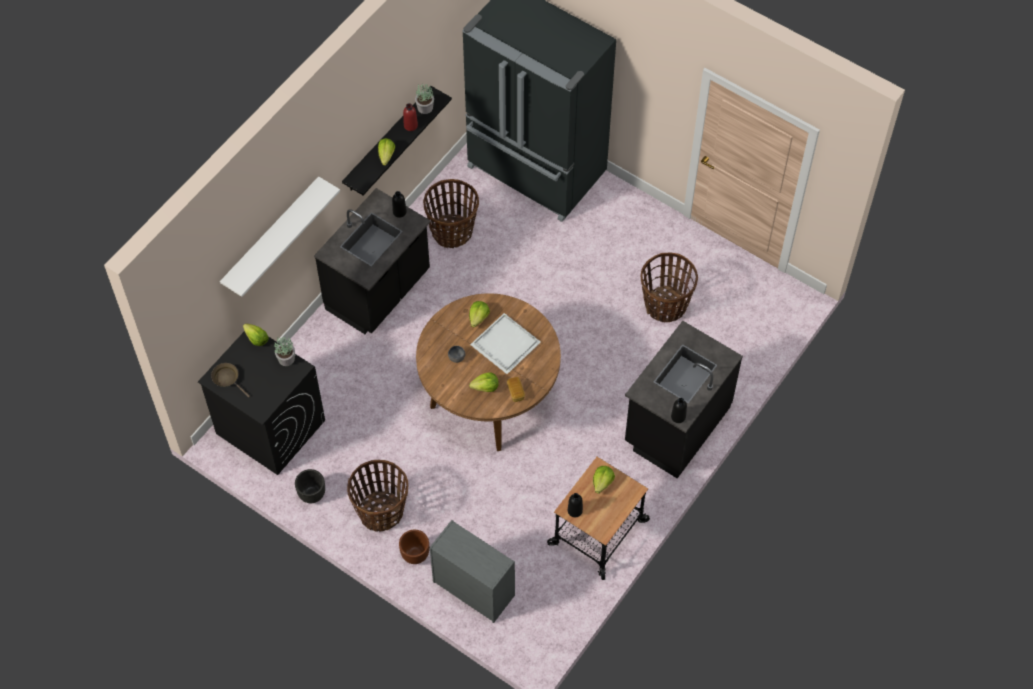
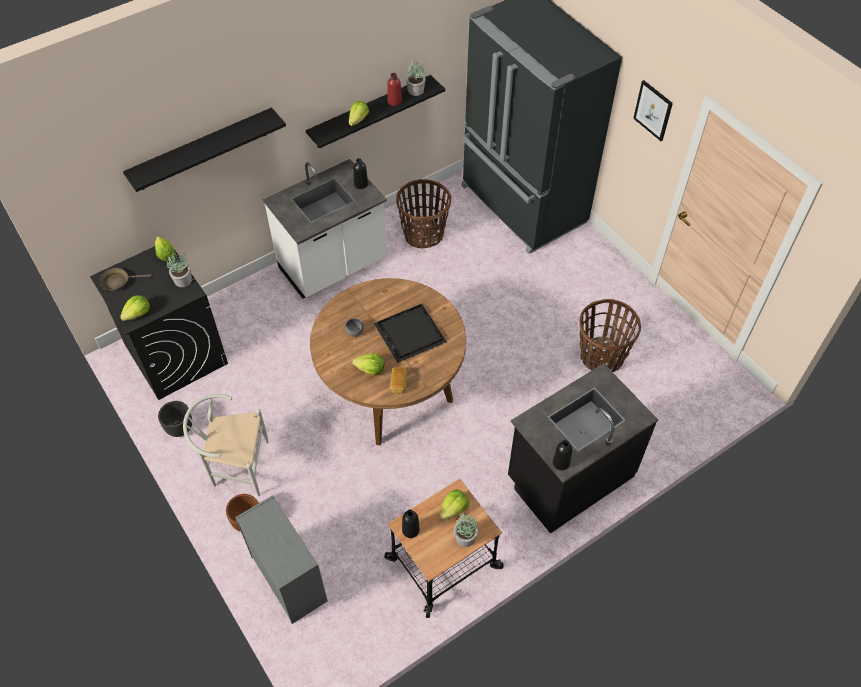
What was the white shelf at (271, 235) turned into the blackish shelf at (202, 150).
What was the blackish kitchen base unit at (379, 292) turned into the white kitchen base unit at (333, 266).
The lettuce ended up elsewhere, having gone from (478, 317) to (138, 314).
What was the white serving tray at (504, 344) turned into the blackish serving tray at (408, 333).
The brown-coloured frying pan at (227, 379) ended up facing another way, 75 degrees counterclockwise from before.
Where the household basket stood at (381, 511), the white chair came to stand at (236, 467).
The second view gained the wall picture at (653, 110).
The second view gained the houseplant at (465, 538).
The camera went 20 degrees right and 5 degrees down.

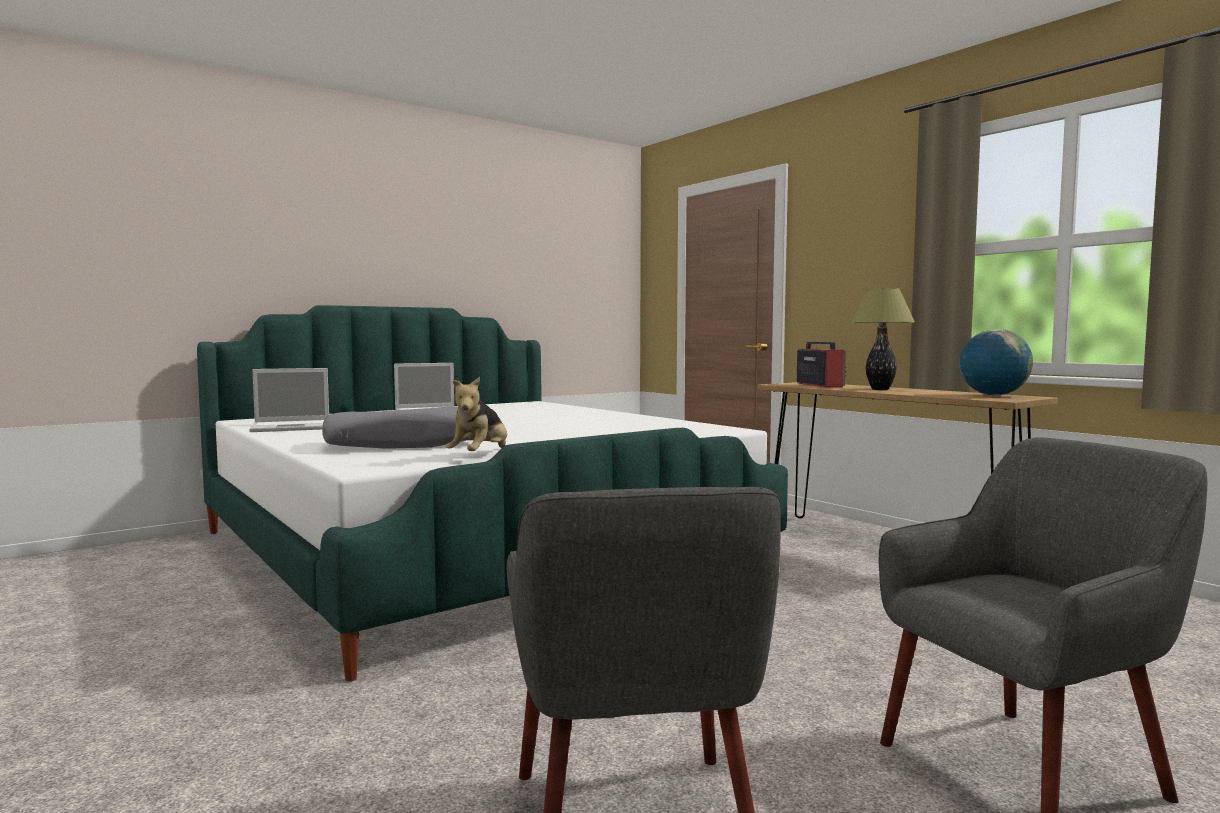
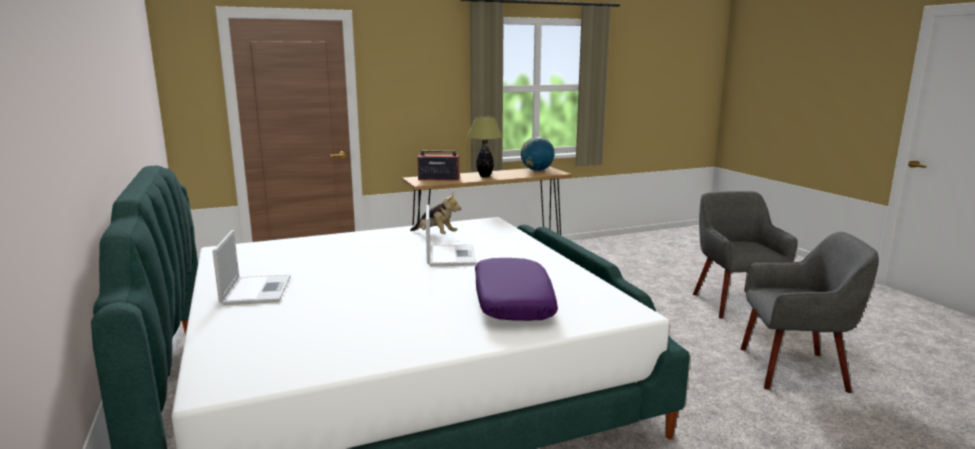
The laptop ended up elsewhere, having gone from (293, 427) to (450, 256).
The plush toy ended up elsewhere, having gone from (480, 456) to (435, 235).
What was the gray cushion at (404, 444) turned into the purple-coloured cushion at (512, 301).
The camera went 75 degrees left and 10 degrees up.

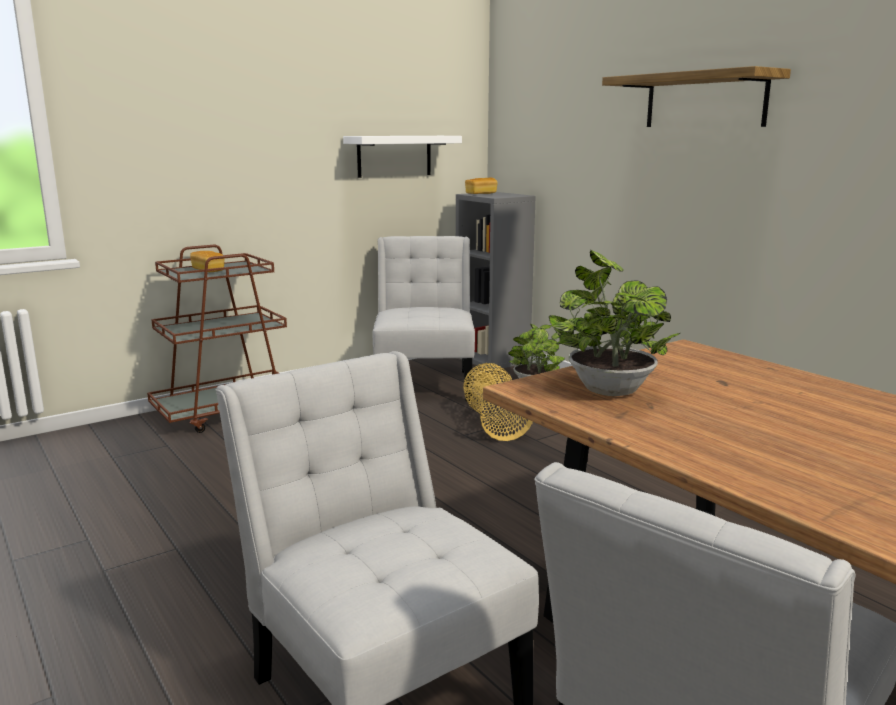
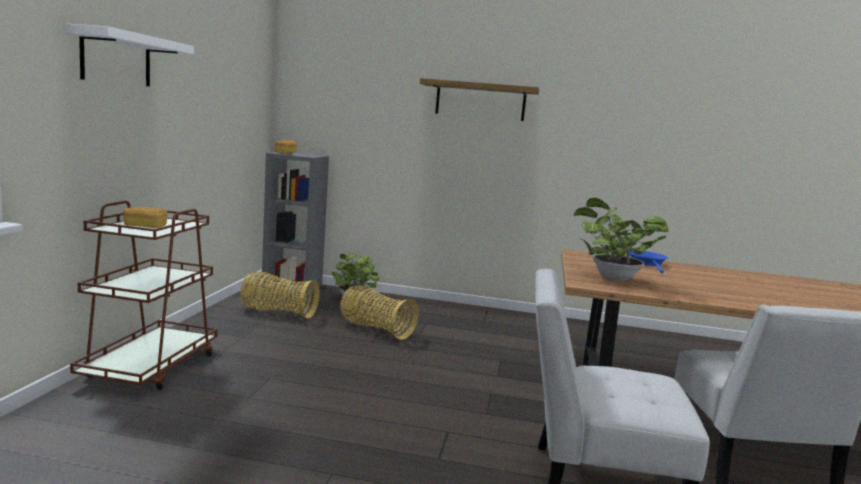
The white shelf ended up elsewhere, having gone from (394, 156) to (116, 59).
Where the white chair stood at (425, 383), the household basket came to stand at (278, 312).
The second view gained the blue frying pan at (648, 263).
The camera went 45 degrees left and 5 degrees down.

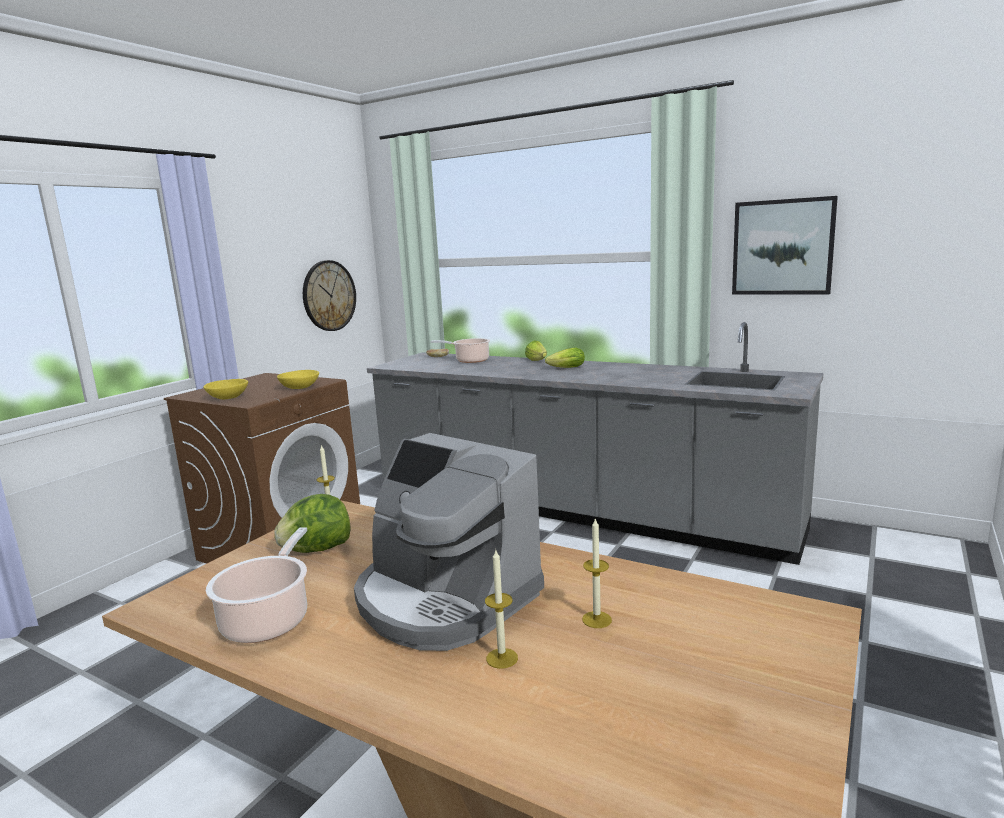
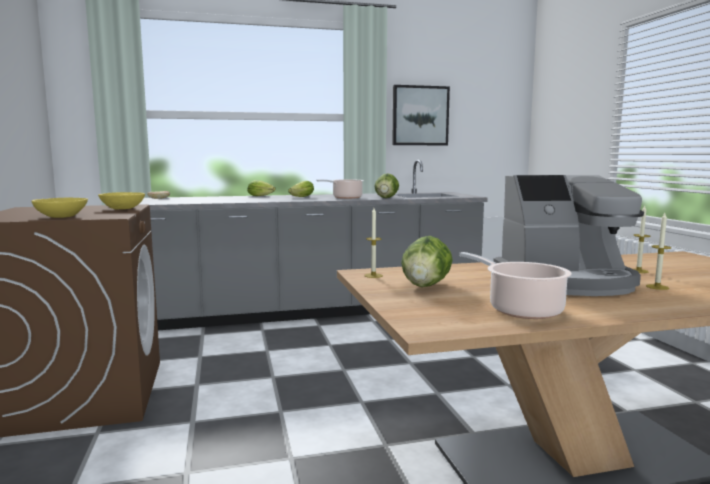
The second view lost the hanging clock at (329, 296).
The cooking pot ended up elsewhere, having gone from (470, 360) to (345, 198).
The second view gained the lettuce at (386, 198).
The camera went 45 degrees left and 5 degrees down.

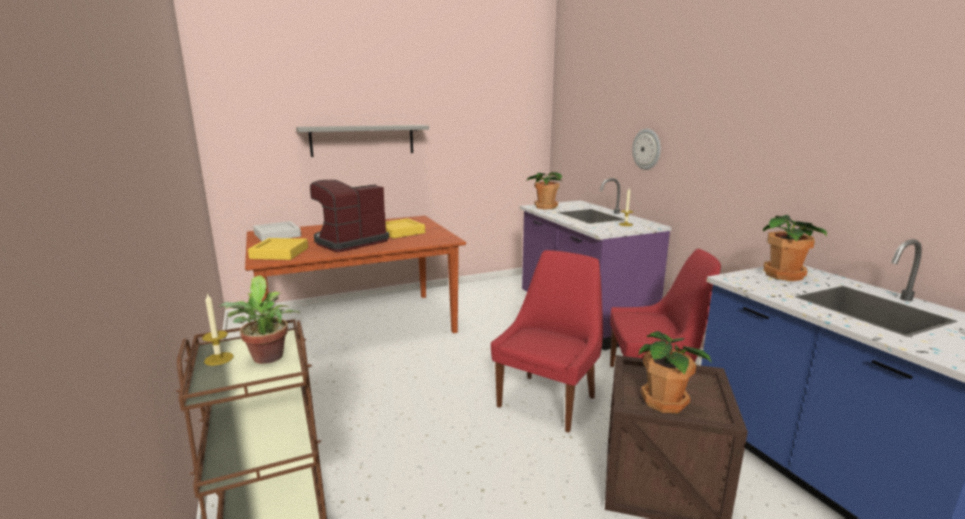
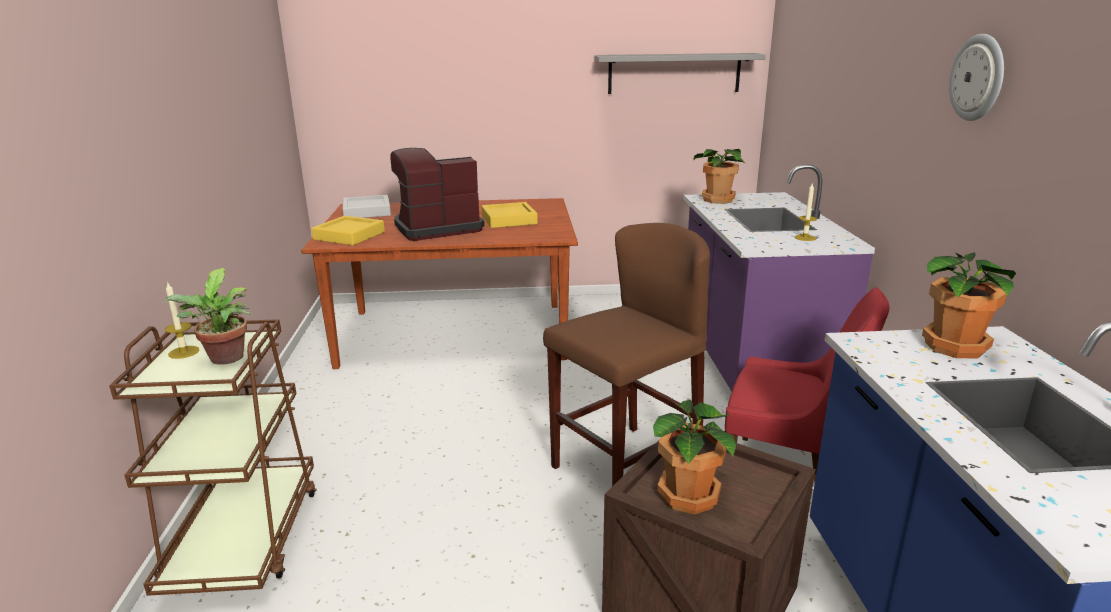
The gray shelf ended up elsewhere, having gone from (362, 140) to (674, 73).
The hanging clock ended up elsewhere, having gone from (647, 149) to (978, 77).
Where the red-coloured chair stood at (548, 400), the brown-coloured stool came to stand at (625, 468).
The camera went 20 degrees right and 5 degrees up.

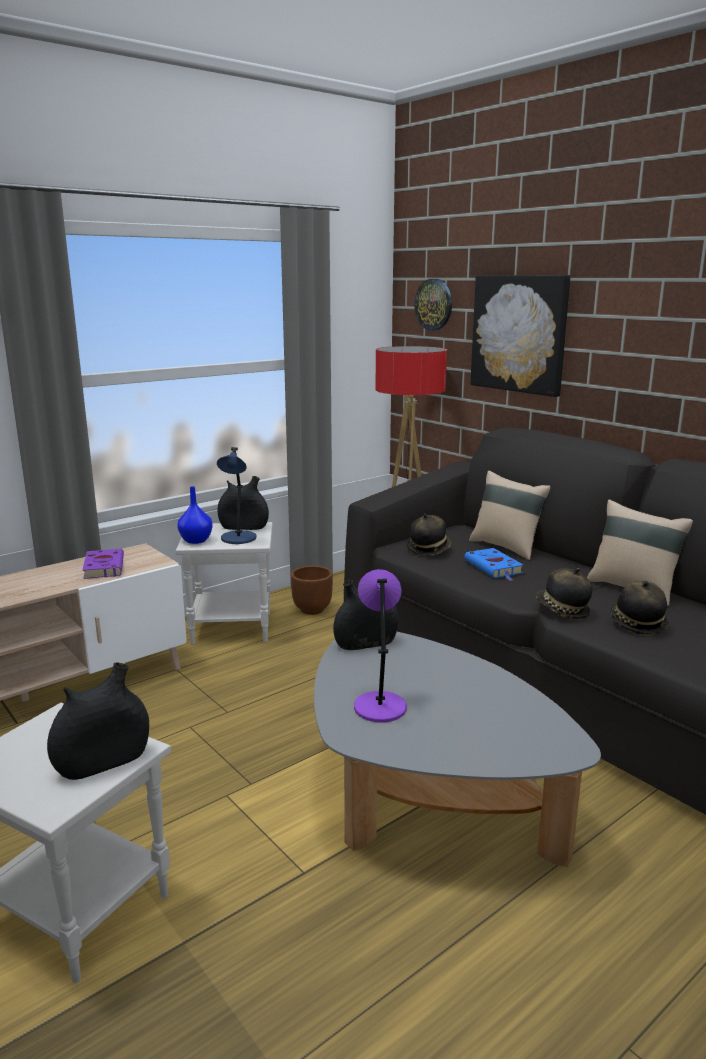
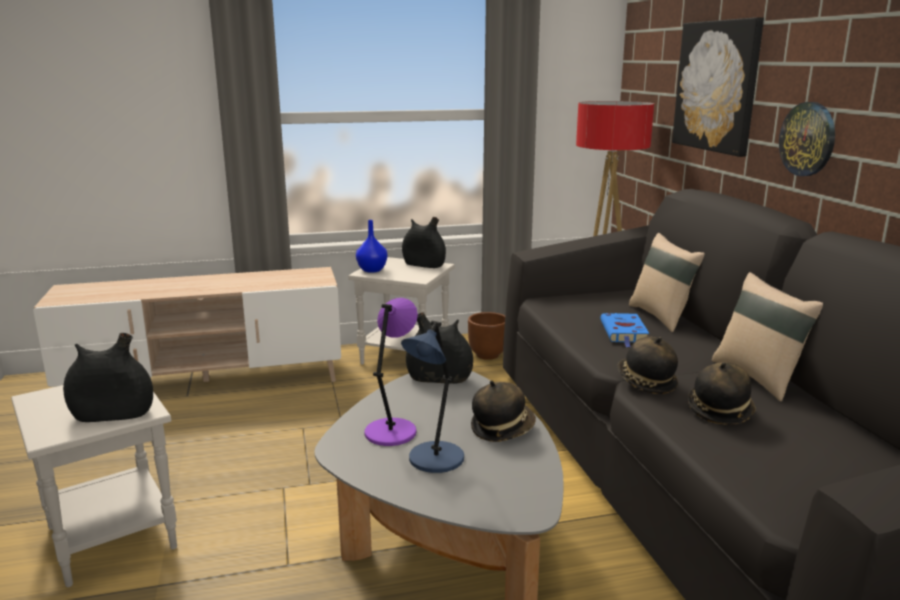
The hanging clock ended up elsewhere, having gone from (434, 304) to (808, 139).
The blue lamp for a table ended up elsewhere, having gone from (238, 539) to (435, 460).
The wearable hat ended up elsewhere, having gone from (428, 549) to (502, 428).
The second view lost the purple-coloured book at (104, 567).
The camera went 25 degrees right and 0 degrees up.

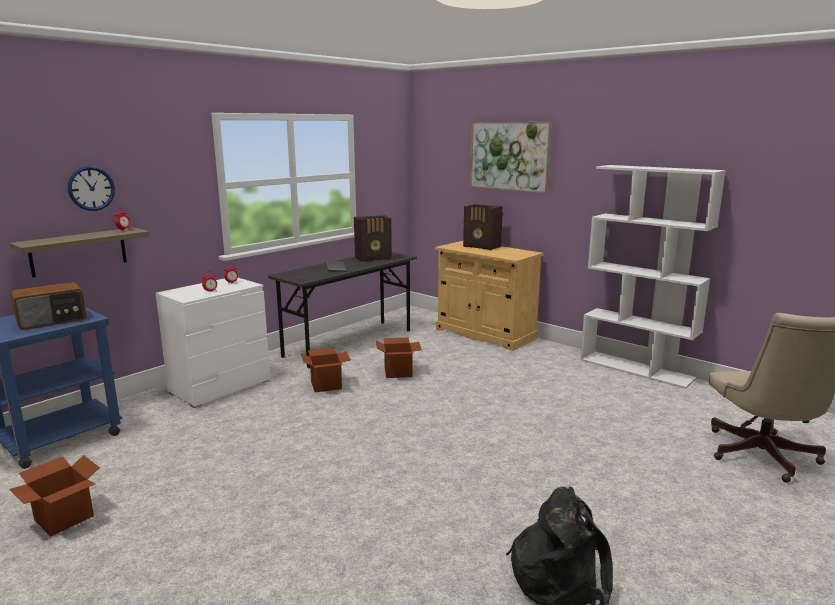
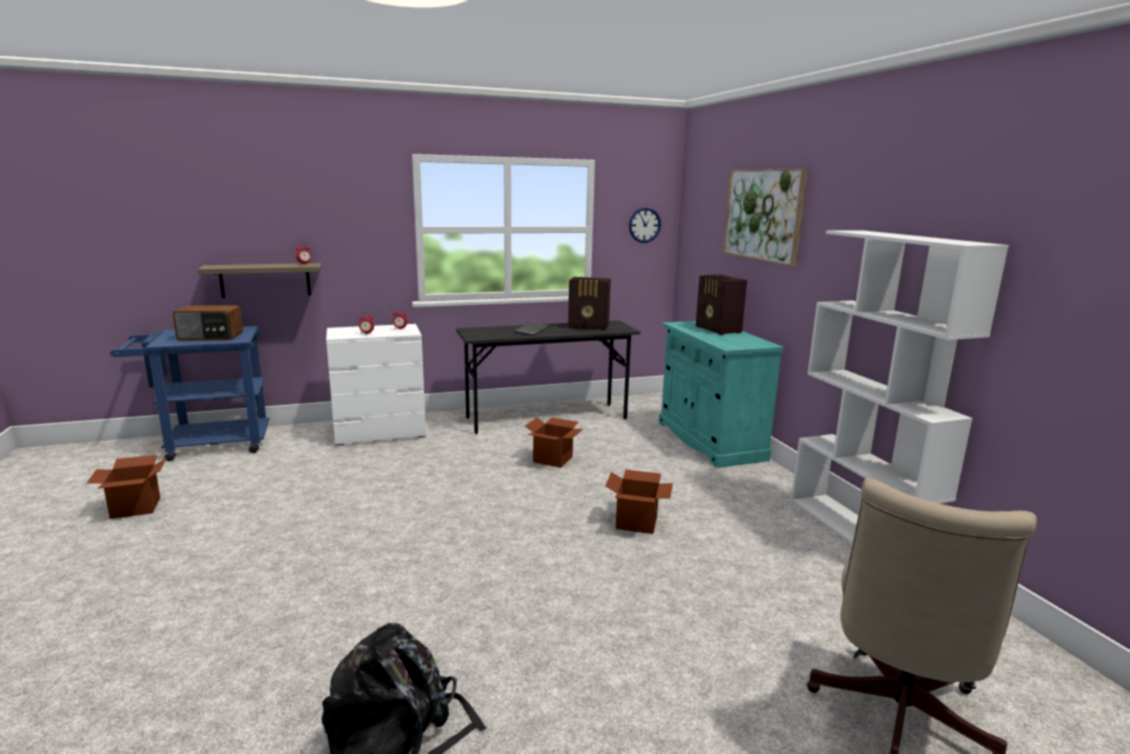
The hanging clock ended up elsewhere, having gone from (91, 188) to (644, 225).
What was the sand-coloured cupboard at (485, 334) turned into the blue-green cupboard at (709, 441).
The cardboard box ended up elsewhere, having gone from (326, 385) to (636, 523).
The camera went 30 degrees right and 0 degrees up.

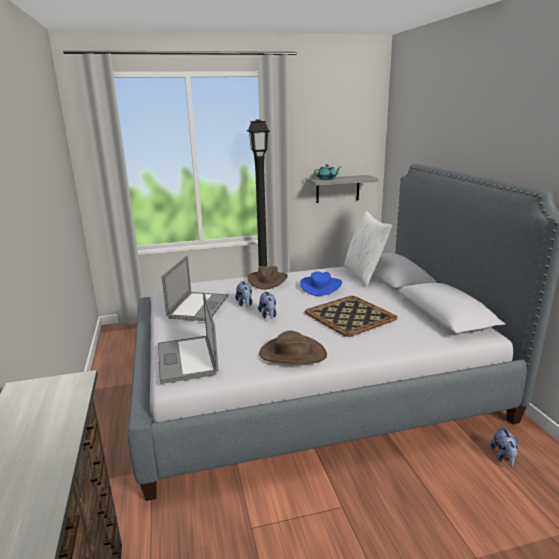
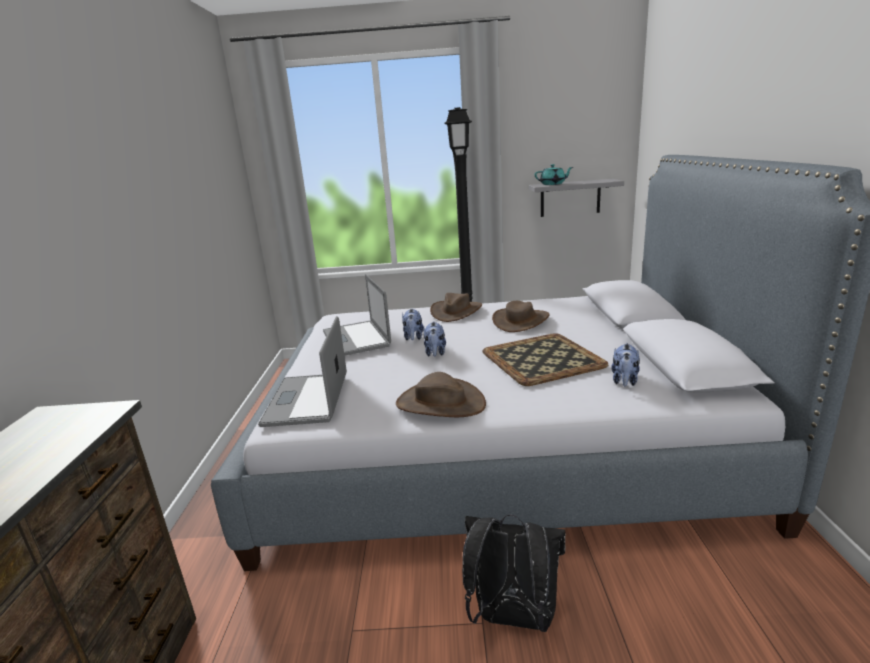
The second view lost the white cushion at (364, 275).
The laptop at (198, 306) ended up facing another way, 135 degrees clockwise from before.
What was the blue wearable hat at (321, 286) turned into the brown-coloured wearable hat at (521, 321).
The plush toy ended up elsewhere, having gone from (503, 457) to (624, 381).
The second view gained the blackish backpack at (512, 618).
The camera went 15 degrees right and 0 degrees up.

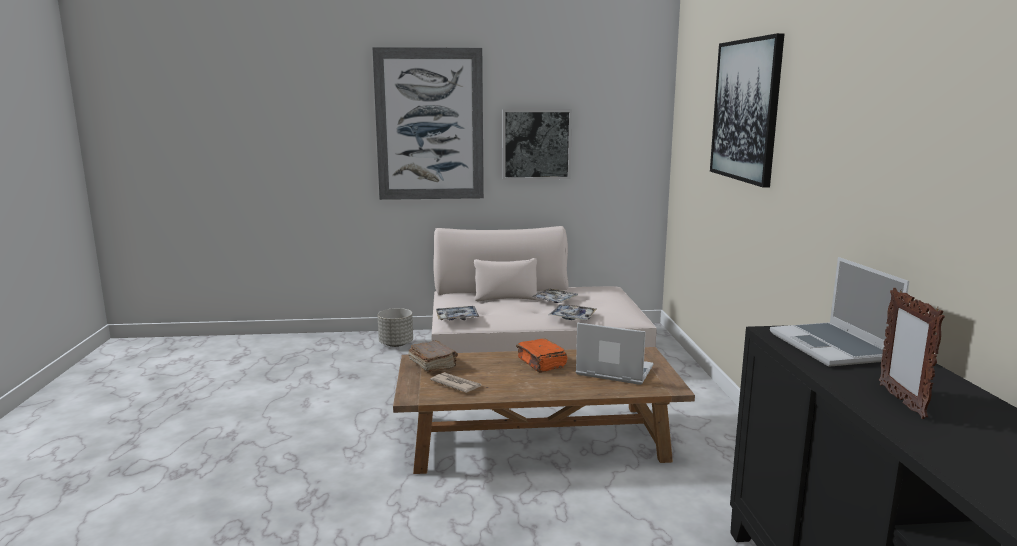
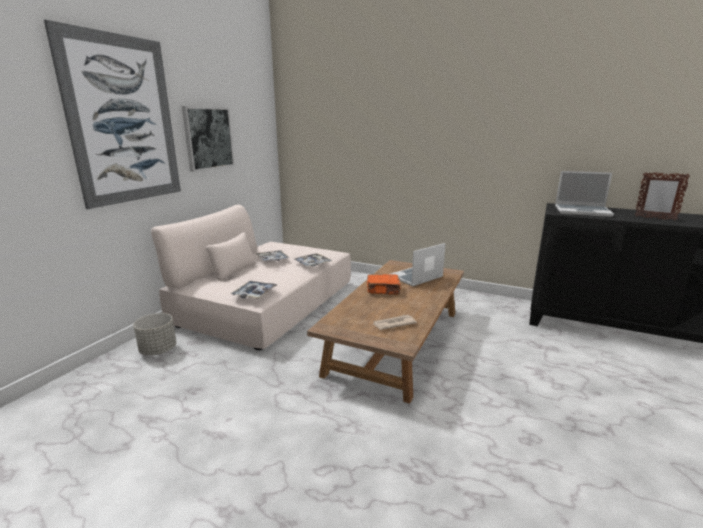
The second view lost the wall picture at (745, 110).
The second view lost the brown-coloured book at (432, 365).
The camera went 60 degrees left and 5 degrees up.

